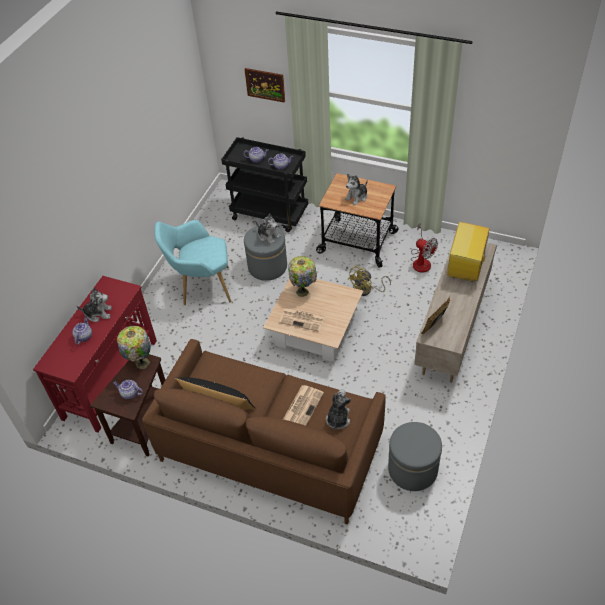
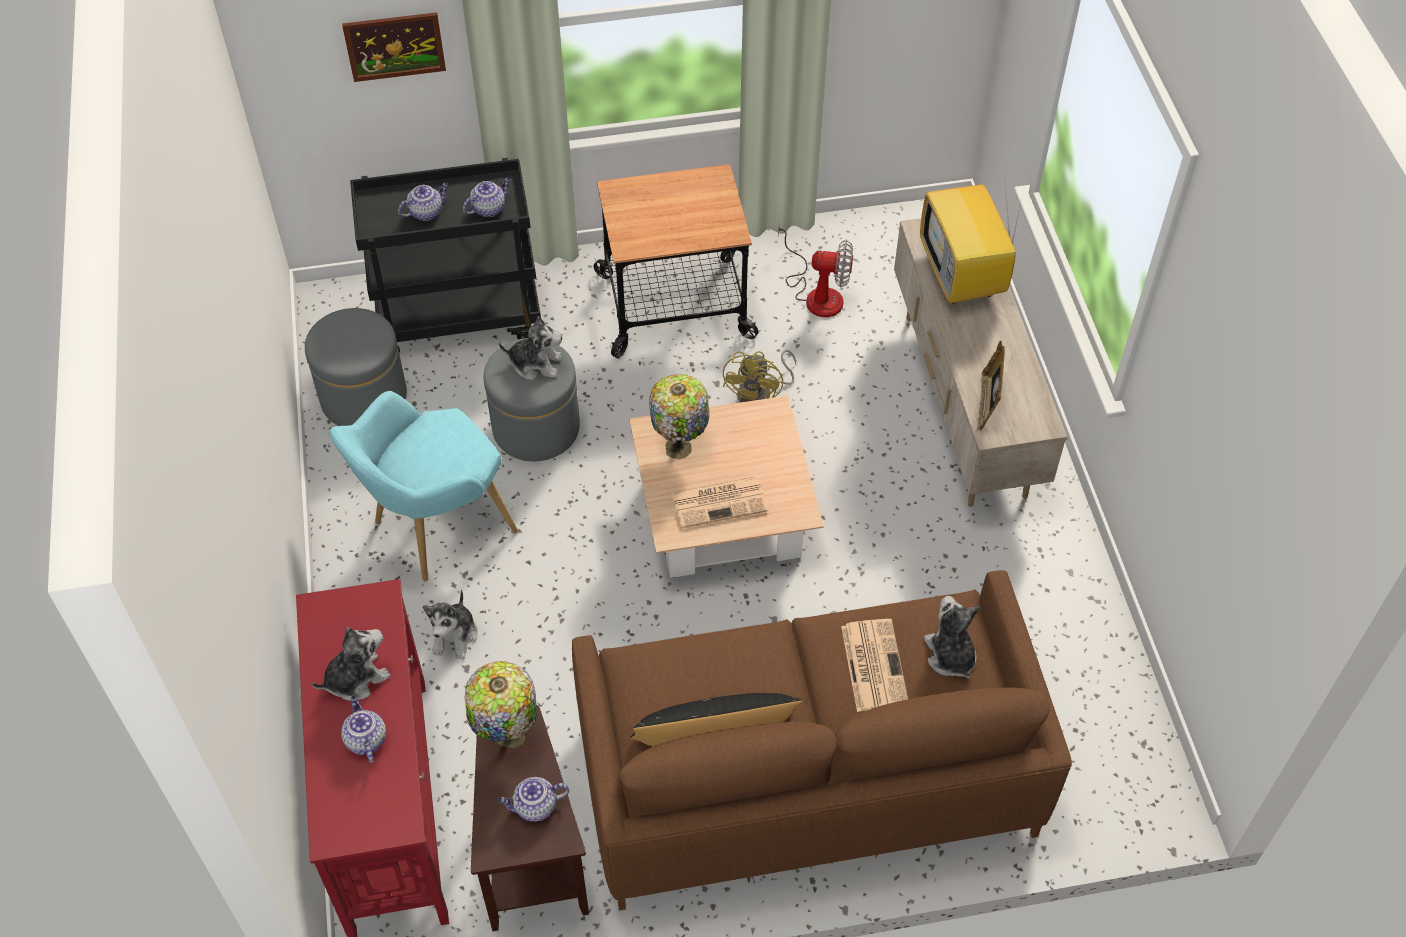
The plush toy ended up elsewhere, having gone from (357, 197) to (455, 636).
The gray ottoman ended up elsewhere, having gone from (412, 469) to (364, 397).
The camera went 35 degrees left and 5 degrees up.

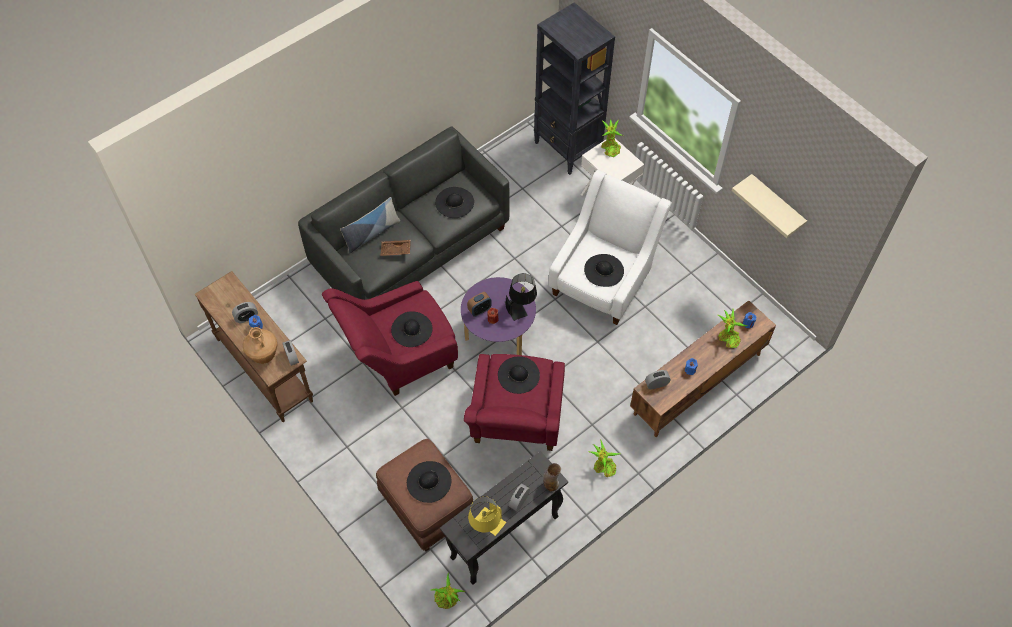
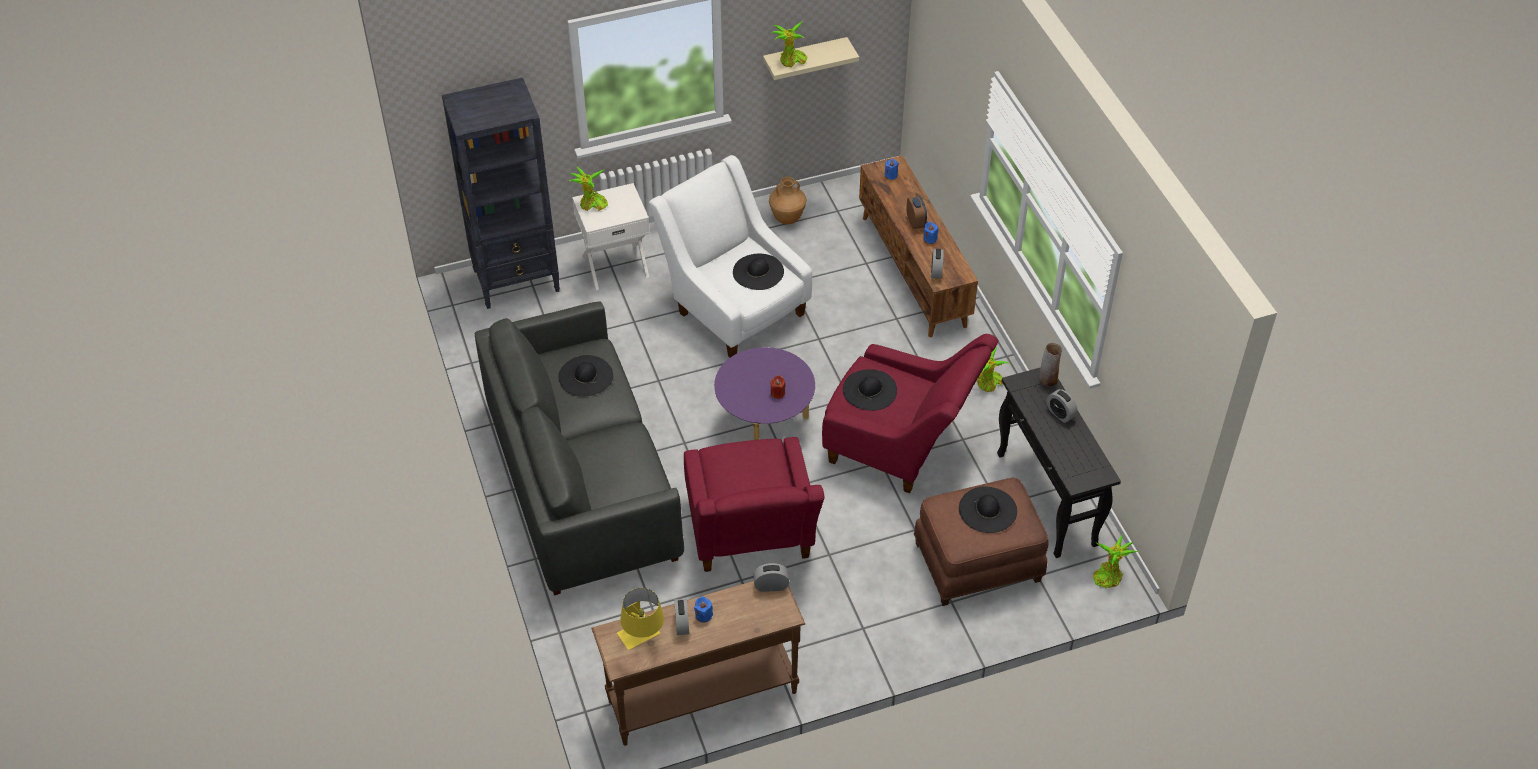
The second view lost the cushion at (371, 234).
The second view lost the brown-coloured serving tray at (395, 251).
The second view lost the blackish lamp for a table at (520, 306).
The bedside clock ended up elsewhere, having gone from (479, 310) to (915, 222).
The houseplant ended up elsewhere, having gone from (727, 338) to (791, 61).
The second view lost the blackish wearable hat at (411, 329).
The brown-coloured decorative vase ended up elsewhere, having gone from (264, 356) to (787, 218).
The yellow lamp for a table ended up elsewhere, having gone from (486, 526) to (643, 639).
The camera went 70 degrees left and 10 degrees down.

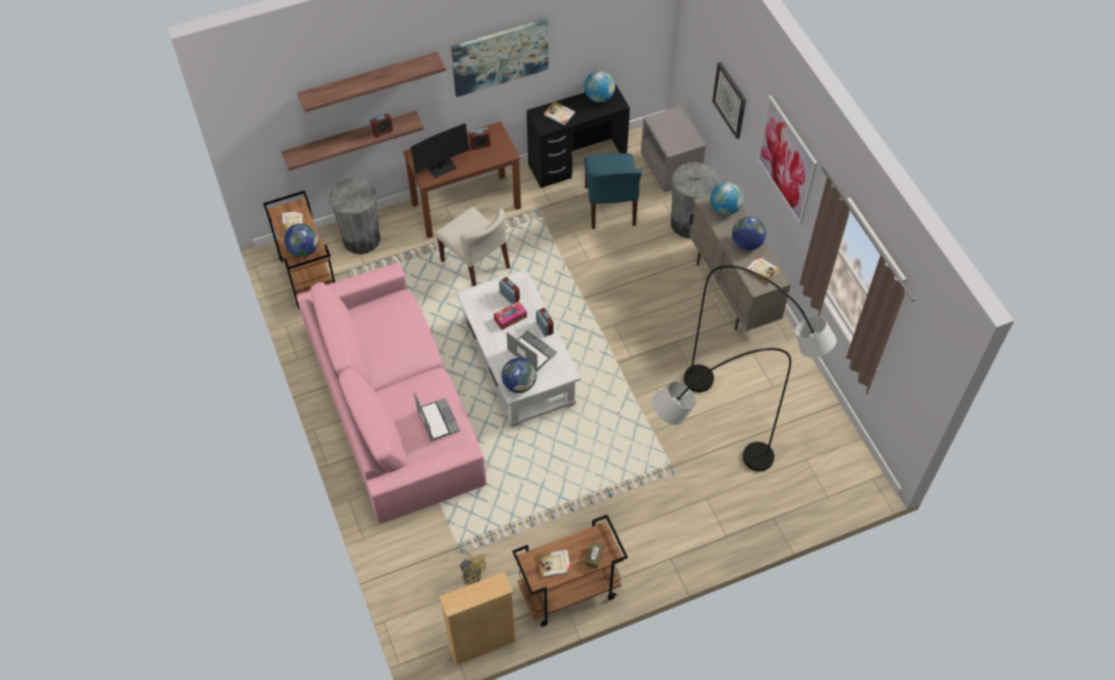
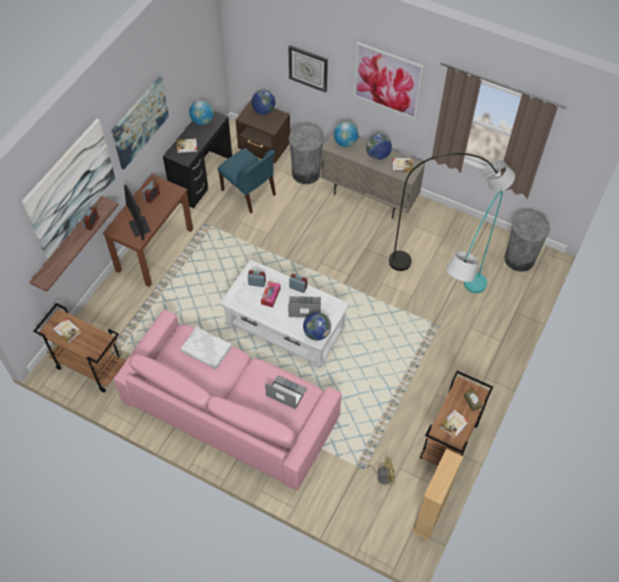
Where the shelf hung at (369, 81), the wall picture came to hang at (70, 188).
What was the gray night table at (669, 171) turned into the brown-coloured night table at (264, 149).
The monitor at (441, 167) ended up facing another way, 135 degrees clockwise from before.
The gray waste bin ended up elsewhere, having gone from (361, 239) to (519, 259).
The second view lost the sand-coloured chair at (476, 264).
The desk globe ended up elsewhere, having gone from (303, 250) to (263, 110).
What was the gray floor lamp at (704, 477) turned into the blue-green floor lamp at (457, 315).
The second view gained the white cushion at (206, 351).
The camera went 40 degrees left and 0 degrees up.

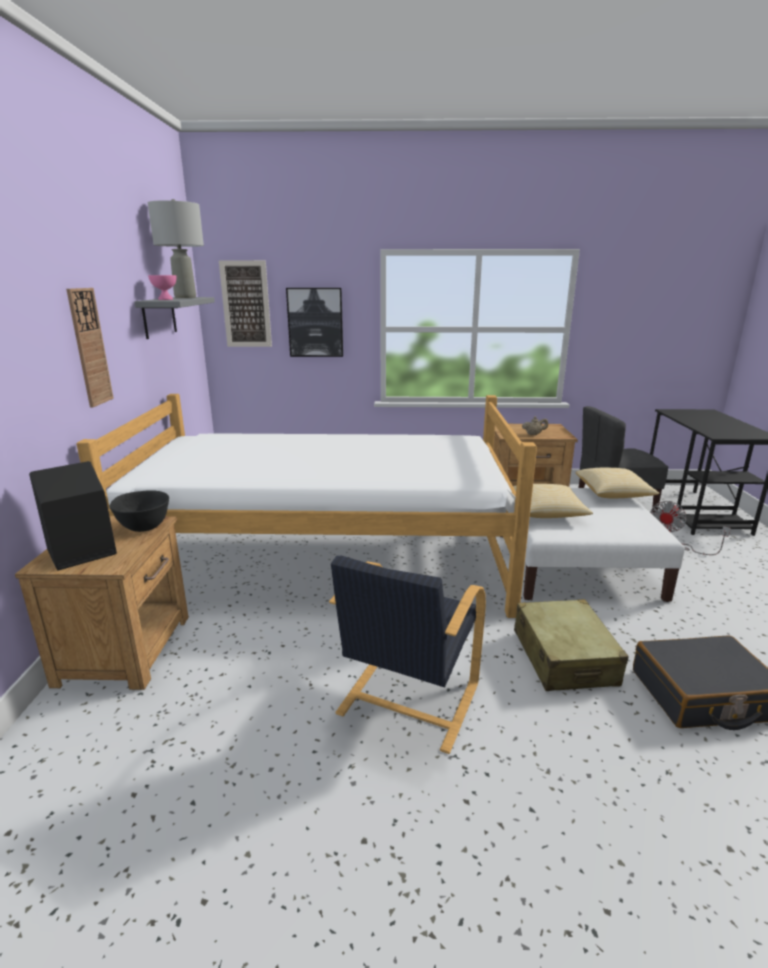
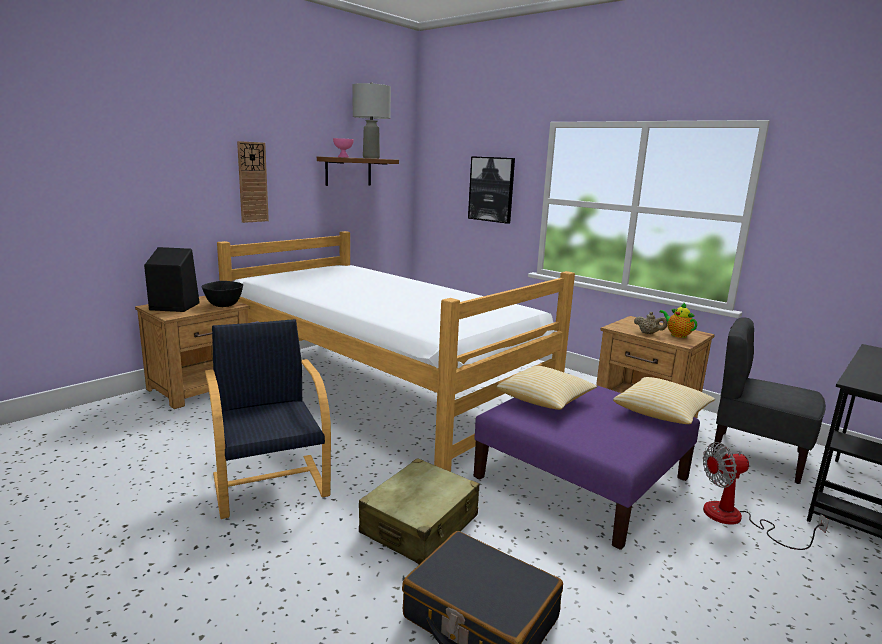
The second view lost the wall picture at (246, 304).
What was the gray shelf at (159, 317) turned into the brown-coloured shelf at (348, 171).
What was the white ottoman at (574, 564) turned into the purple-coloured ottoman at (581, 477).
The blackish easy chair at (407, 700) ended up facing another way, 90 degrees clockwise from before.
The second view gained the tea pot at (677, 335).
The camera went 40 degrees right and 5 degrees down.

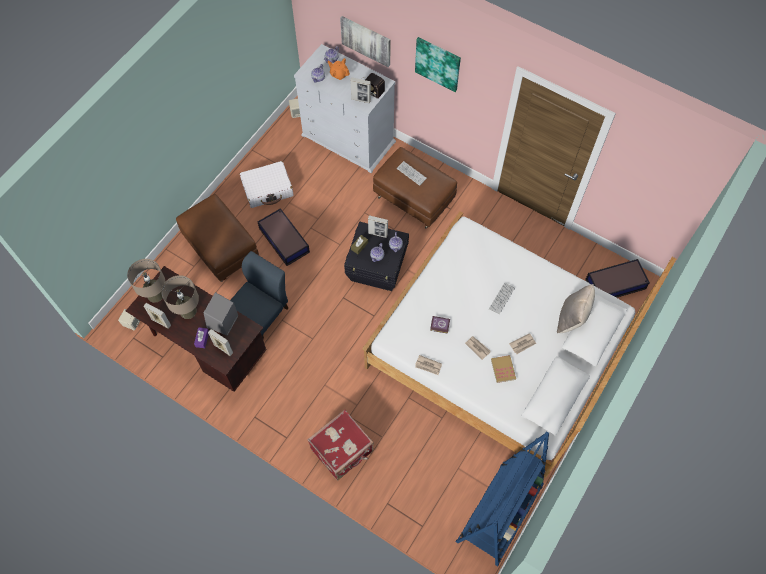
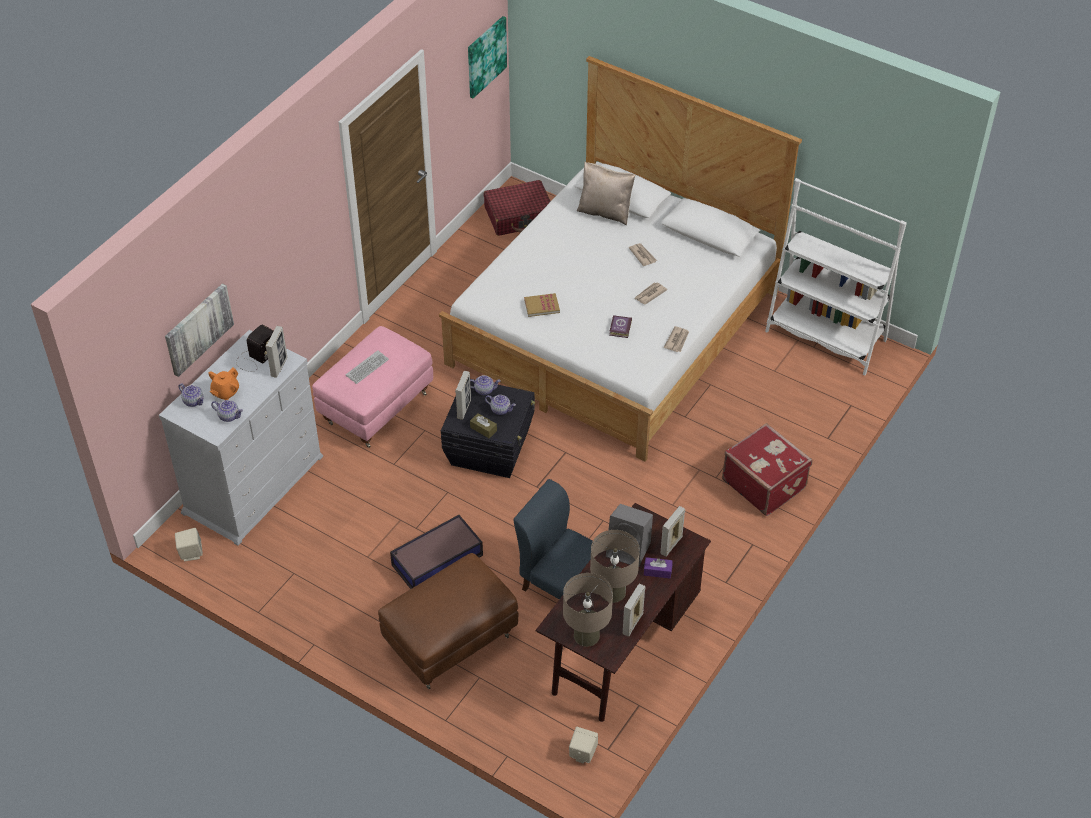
The wall picture ended up elsewhere, having gone from (438, 63) to (485, 56).
What was the brown-coloured ottoman at (414, 200) turned into the pink-coloured ottoman at (376, 407).
The second view lost the white suitcase at (268, 189).
Where the storage container stood at (616, 284), the red-coloured suitcase came to stand at (519, 216).
The second view lost the PC keyboard at (501, 298).
The book ended up elsewhere, having gone from (503, 369) to (541, 306).
What was the blue bookshelf at (499, 514) turned into the white bookshelf at (826, 336).
The camera went 90 degrees left and 15 degrees down.

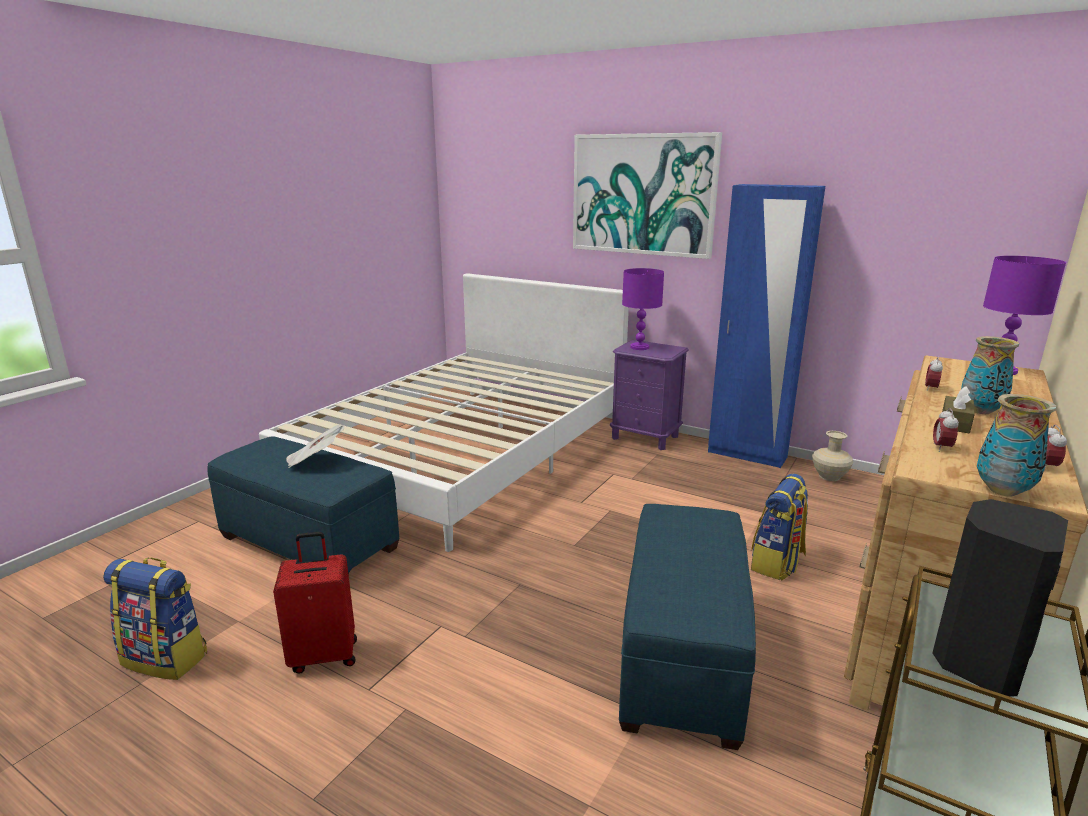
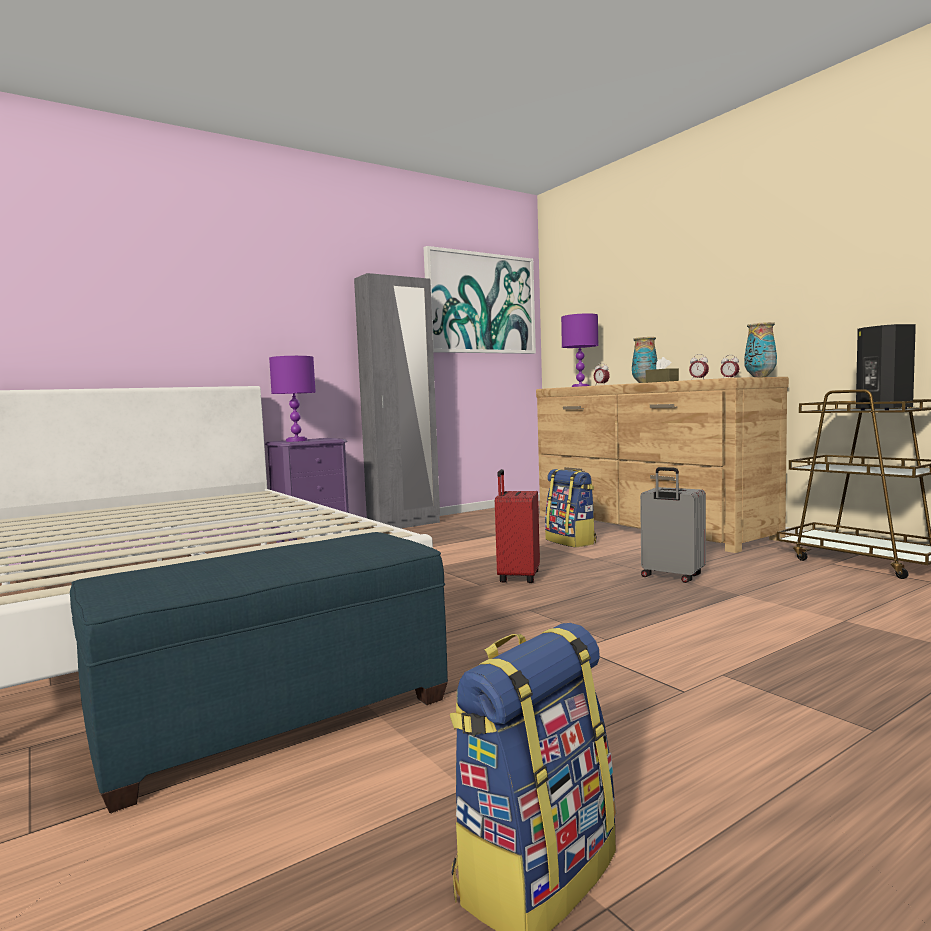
The wall picture ended up elsewhere, having gone from (643, 194) to (481, 303).
What was the blue clothes cupboard at (747, 455) turned into the gray clothes cupboard at (404, 525).
The second view lost the printed paper at (315, 460).
The second view lost the sand-coloured decorative vase at (830, 476).
Where the blue ottoman stood at (680, 655), the gray suitcase came to stand at (671, 577).
The red-coloured suitcase ended up elsewhere, having gone from (324, 655) to (517, 577).
The camera went 65 degrees left and 15 degrees down.

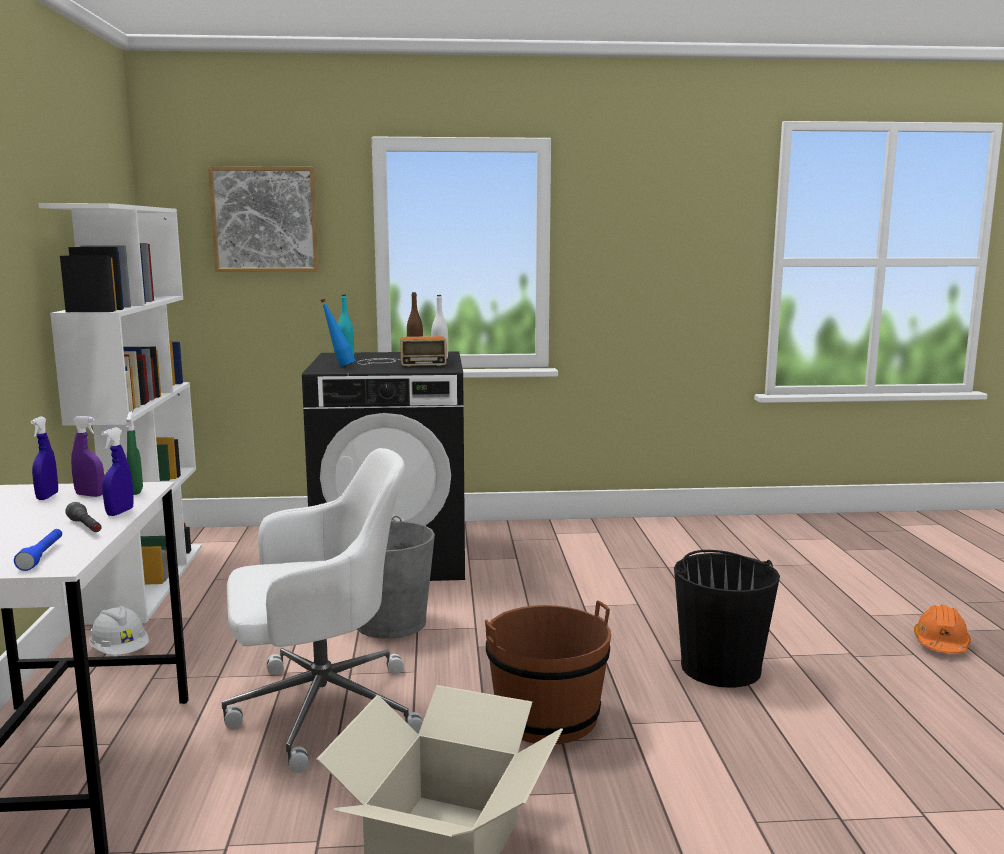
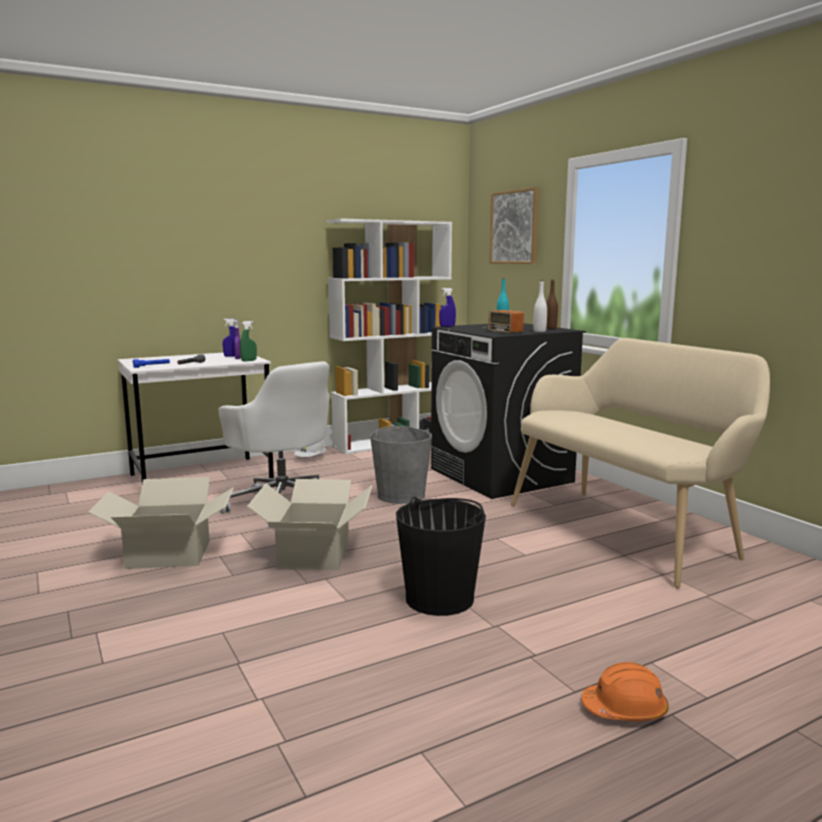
The second view lost the blue beverage bottle at (339, 366).
The blue spray bottle ended up elsewhere, having gone from (120, 512) to (447, 326).
Where the brown-coloured bucket stood at (546, 717), the cardboard box came to stand at (315, 554).
The second view gained the sand-coloured indoor bench at (627, 530).
The camera went 65 degrees right and 0 degrees up.

